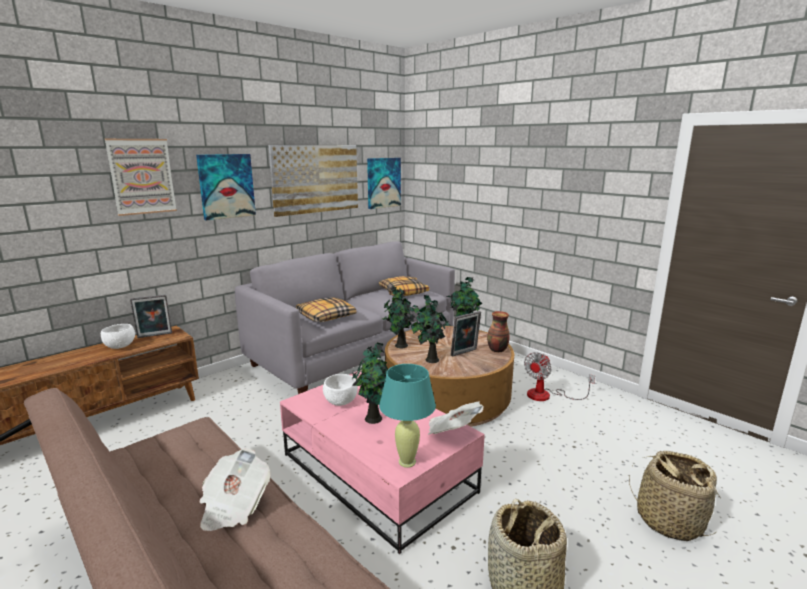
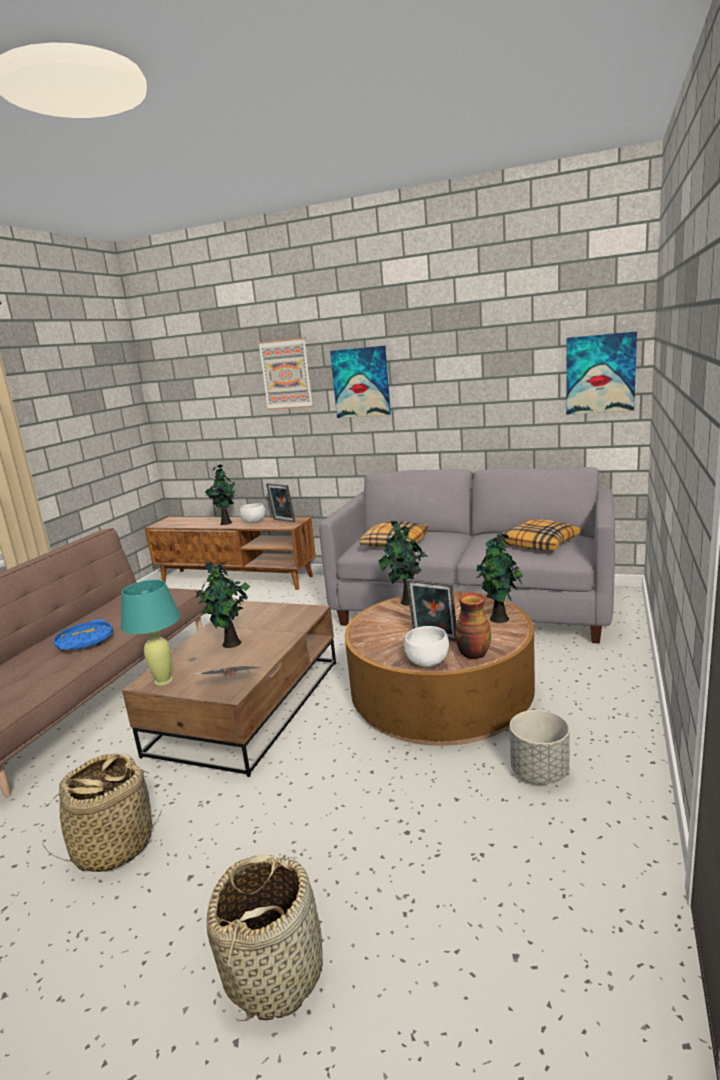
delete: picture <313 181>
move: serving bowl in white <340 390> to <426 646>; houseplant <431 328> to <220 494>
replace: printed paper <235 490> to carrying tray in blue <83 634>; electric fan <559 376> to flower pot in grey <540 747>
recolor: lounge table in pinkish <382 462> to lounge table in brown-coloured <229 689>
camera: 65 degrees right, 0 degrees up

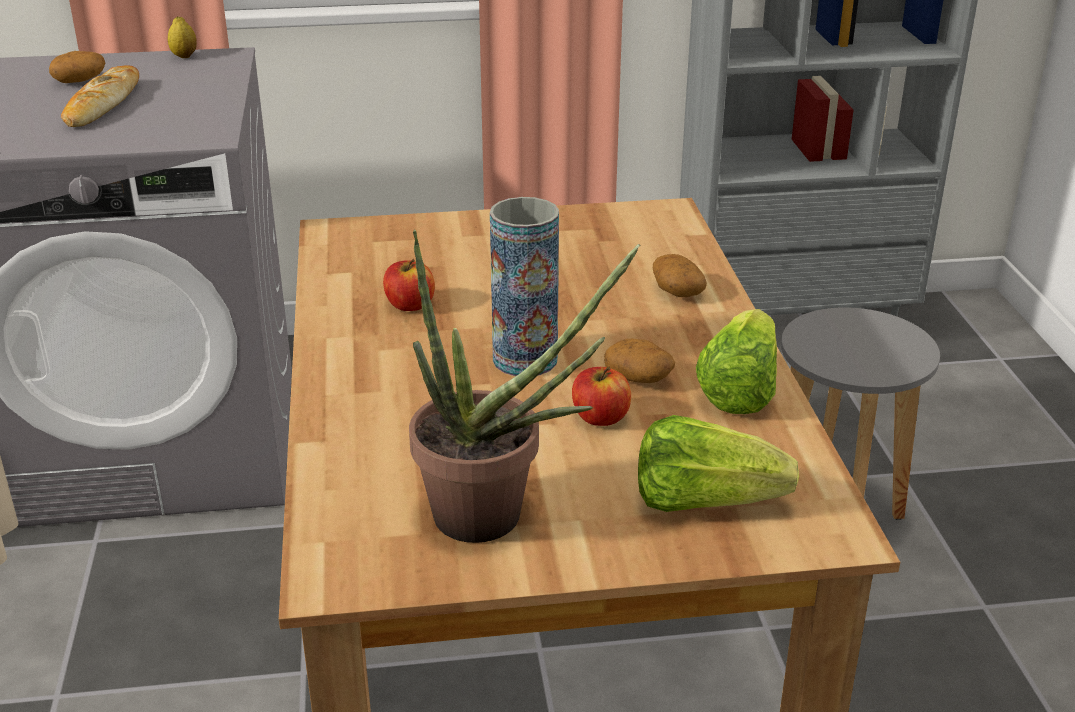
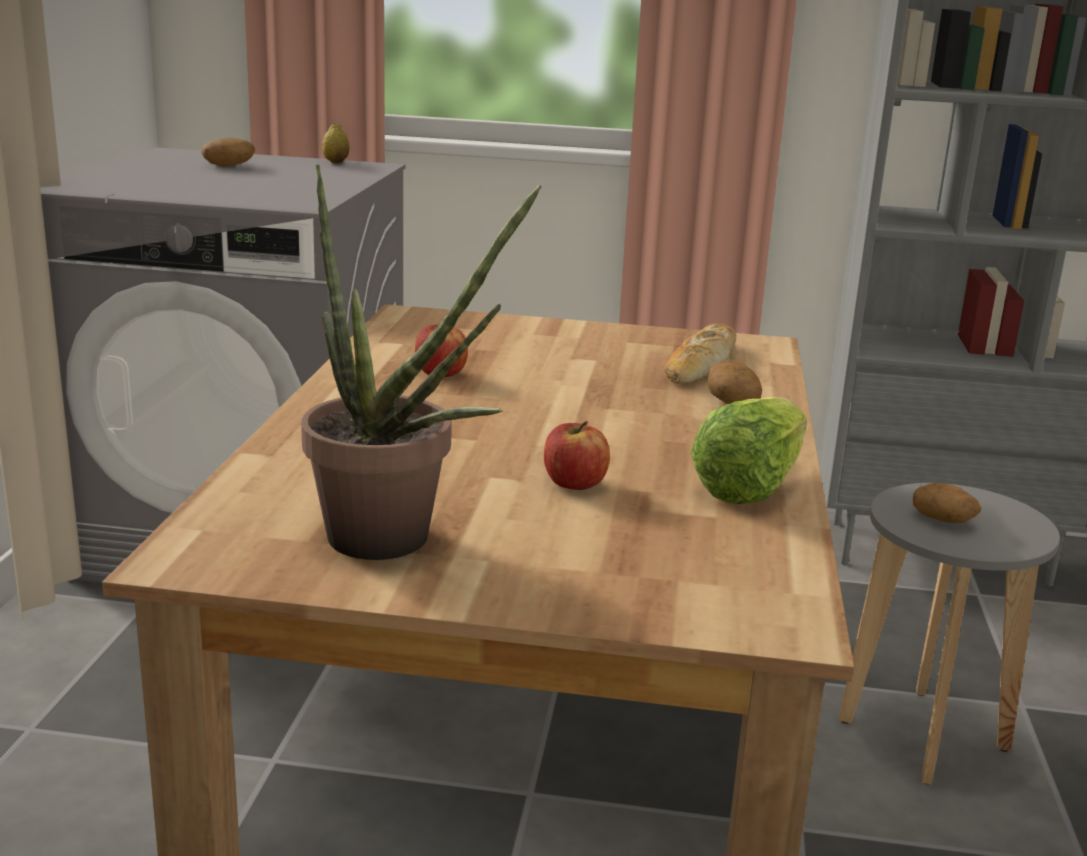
delete: vase <524 286>; lettuce <718 463>
move: bread <100 96> to <700 354>; spud <639 360> to <947 503>
camera: 15 degrees right, 10 degrees down

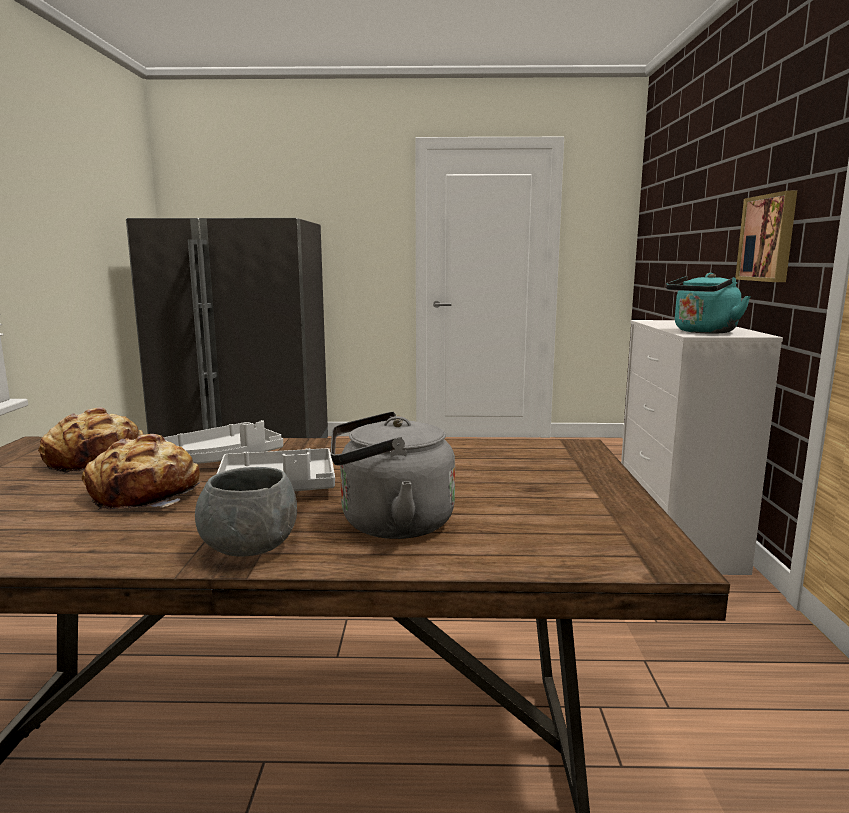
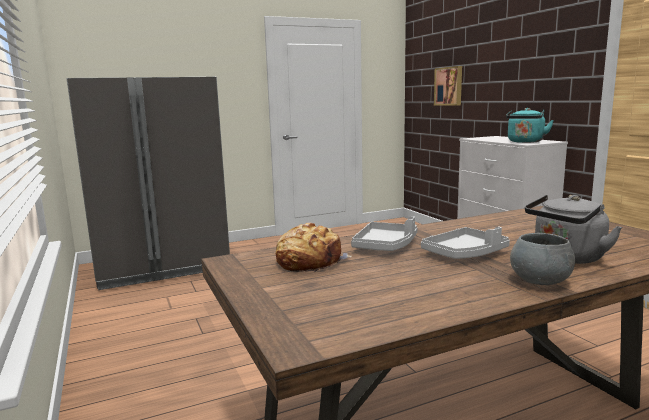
delete: bread <142 472>
move: picture <766 236> to <448 86>
camera: 25 degrees left, 0 degrees up

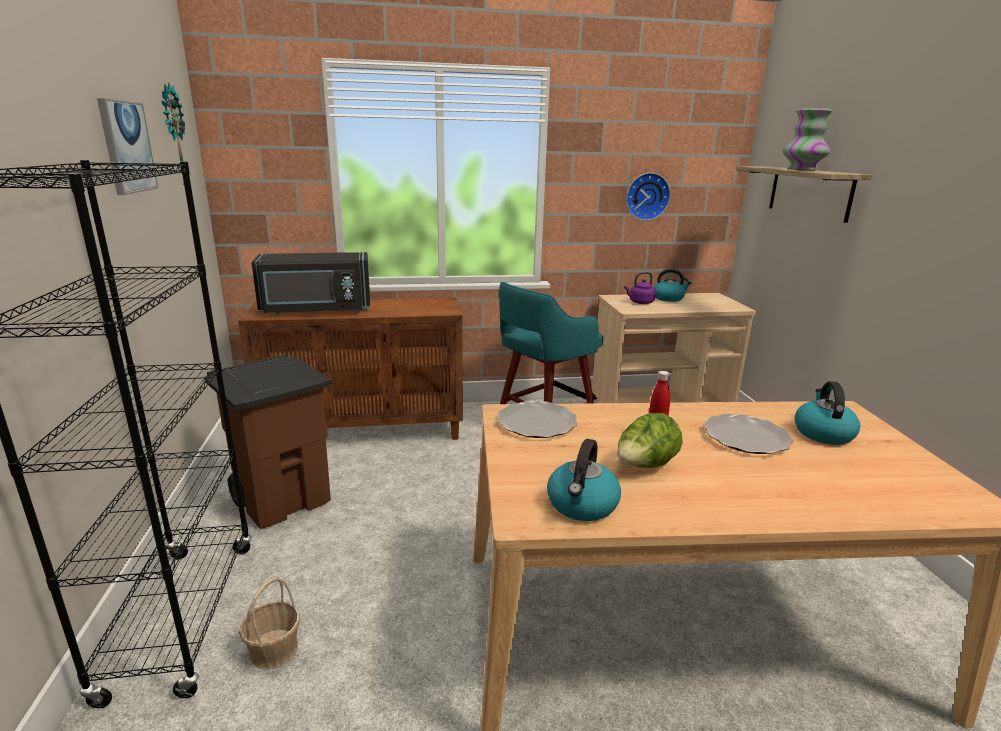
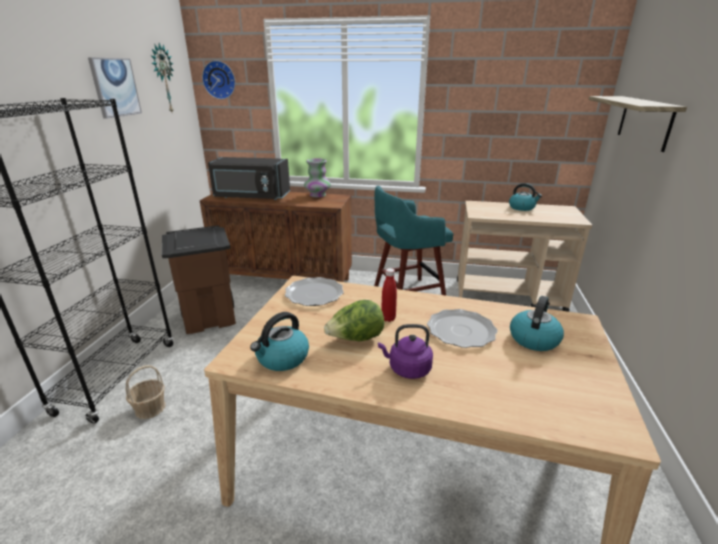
move: water kettle in purple <640 288> to <405 351>; wall clock <648 197> to <218 79>; vase <807 139> to <317 177>
camera: 20 degrees right, 5 degrees up

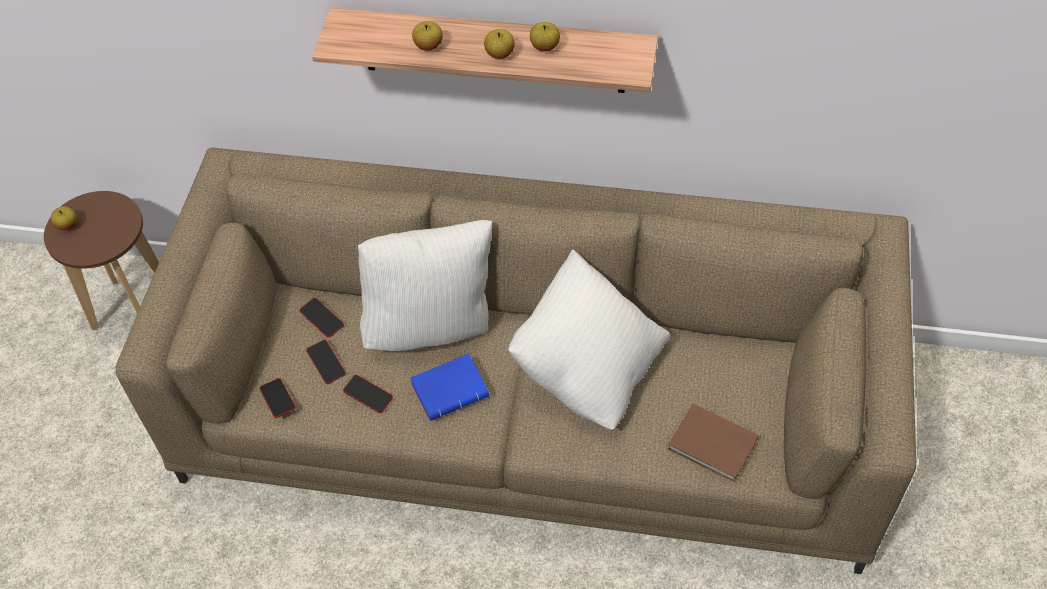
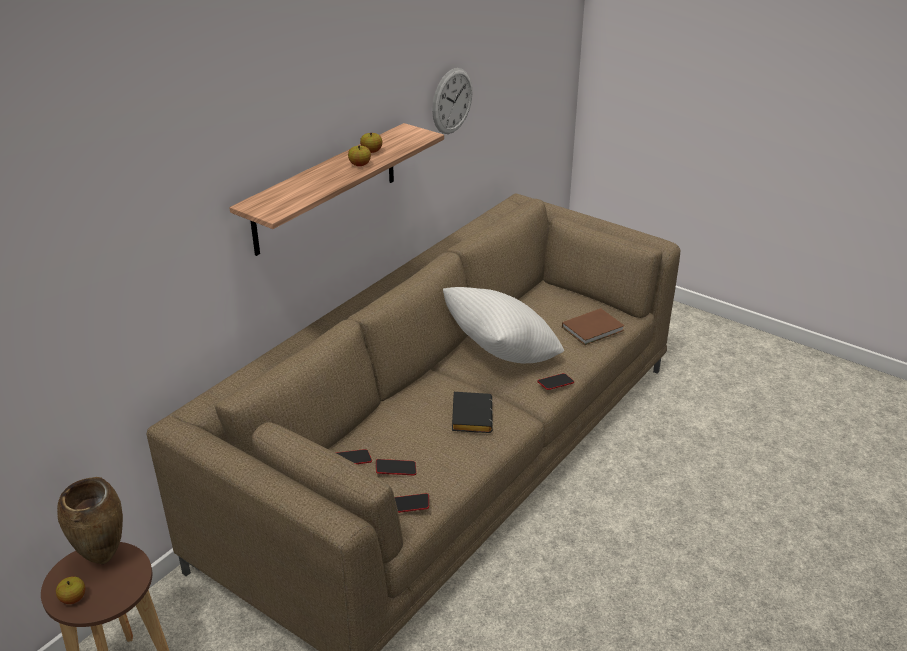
delete: pillow in white <425 285>; apple <427 36>
insert: vase in brown-coloured <90 521>; wall clock <452 101>
move: telephone <368 394> to <555 381>
recolor: volume in blue <449 387> to volume in black <472 412>
camera: 65 degrees left, 20 degrees down

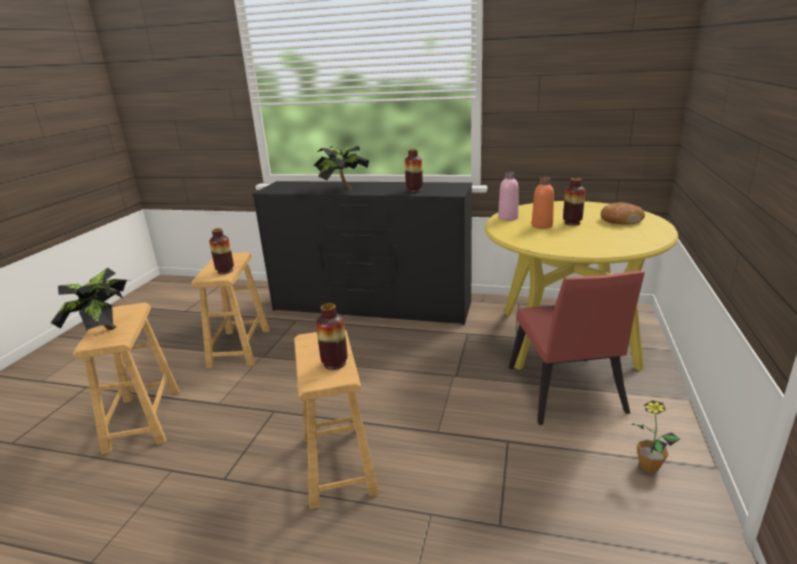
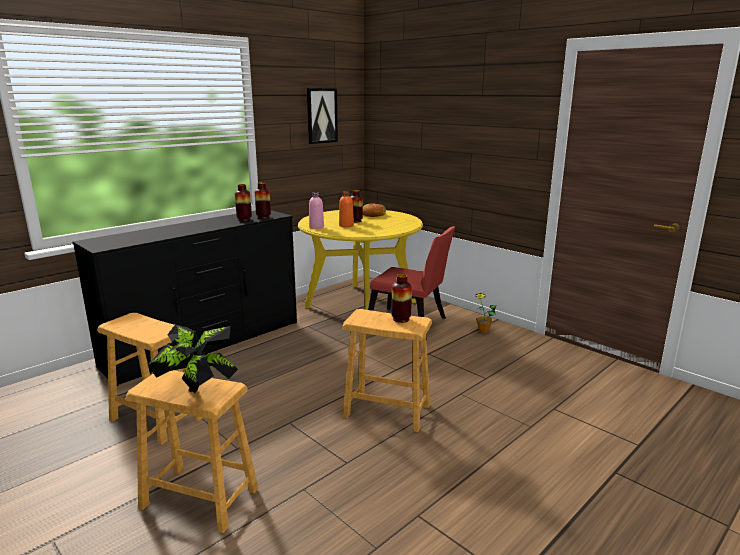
delete: houseplant <341 168>
insert: picture <322 116>
move: vase <221 251> to <263 200>
camera: 60 degrees left, 5 degrees down

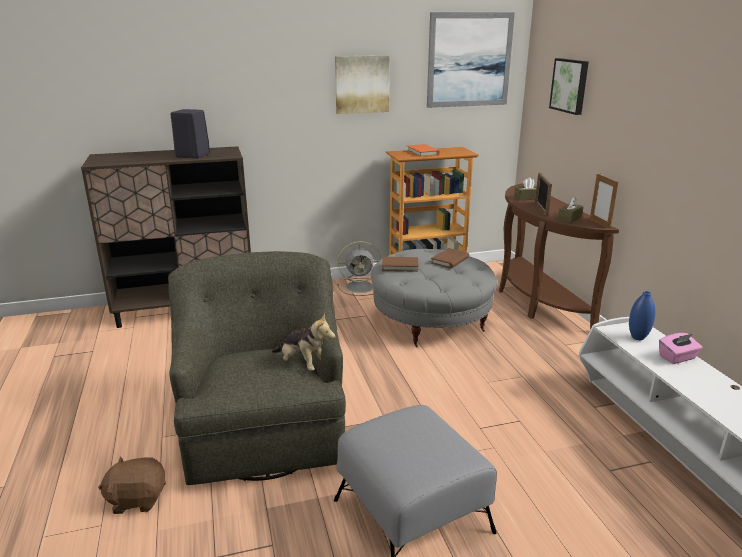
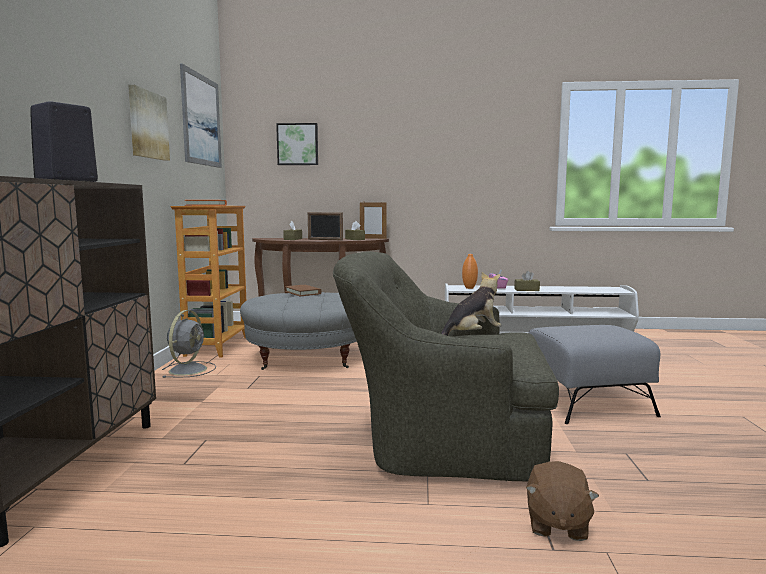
delete: volume in brown-coloured <400 264>
insert: box of tissues in brown-coloured <527 281>
recolor: vase in blue <642 315> to vase in orange <470 271>
camera: 70 degrees left, 15 degrees down

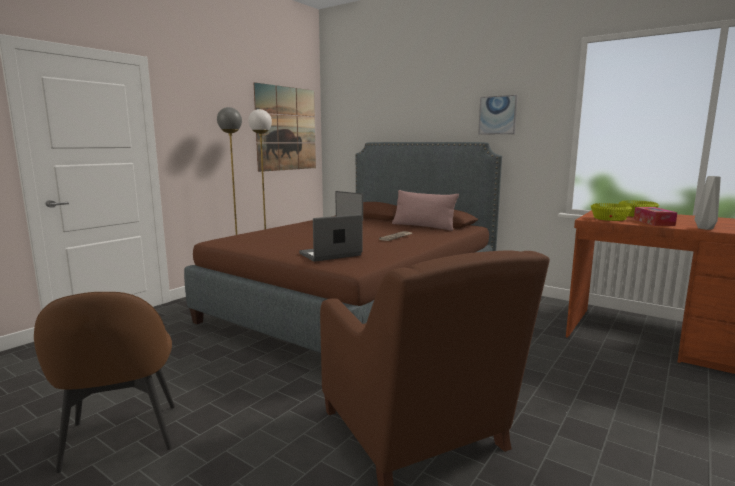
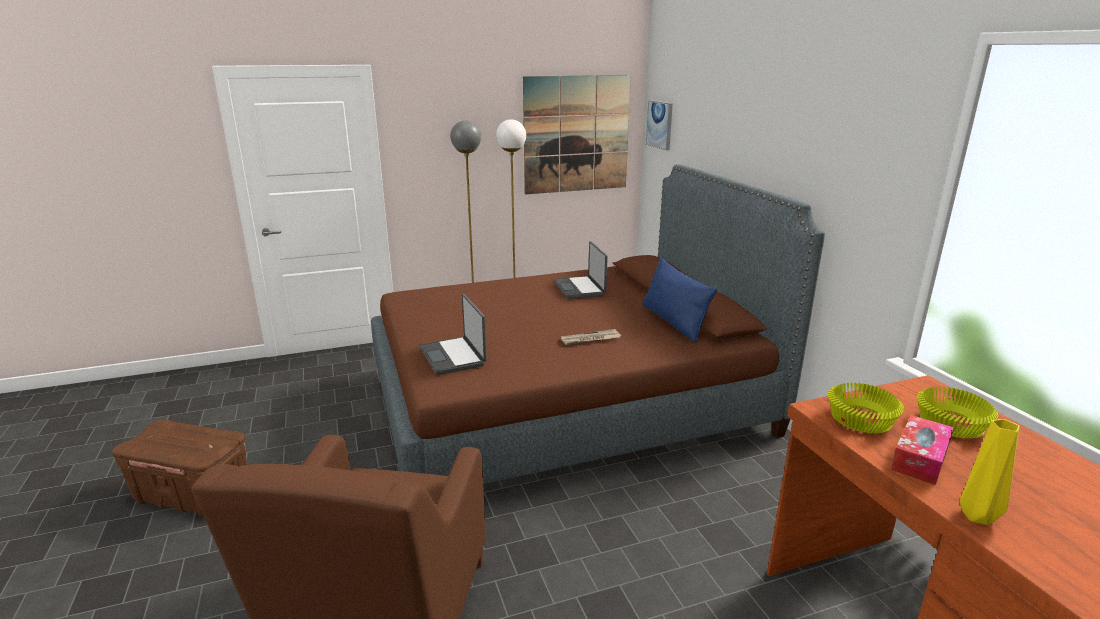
move: picture <498 115> to <659 125>
replace: chair in brown-coloured <104 382> to storage box in brown-coloured <179 468>
recolor: pillow in pinkish <425 210> to pillow in blue <679 300>; vase in grey <708 203> to vase in yellow-coloured <990 472>
rotate: portable computer <331 238> = <453 334> 120 degrees counterclockwise
camera: 35 degrees right, 10 degrees up

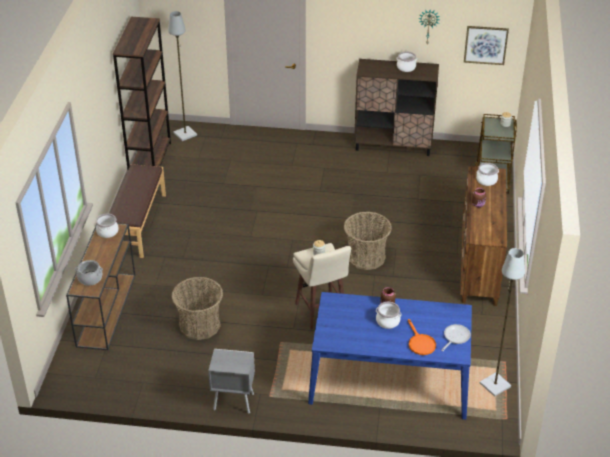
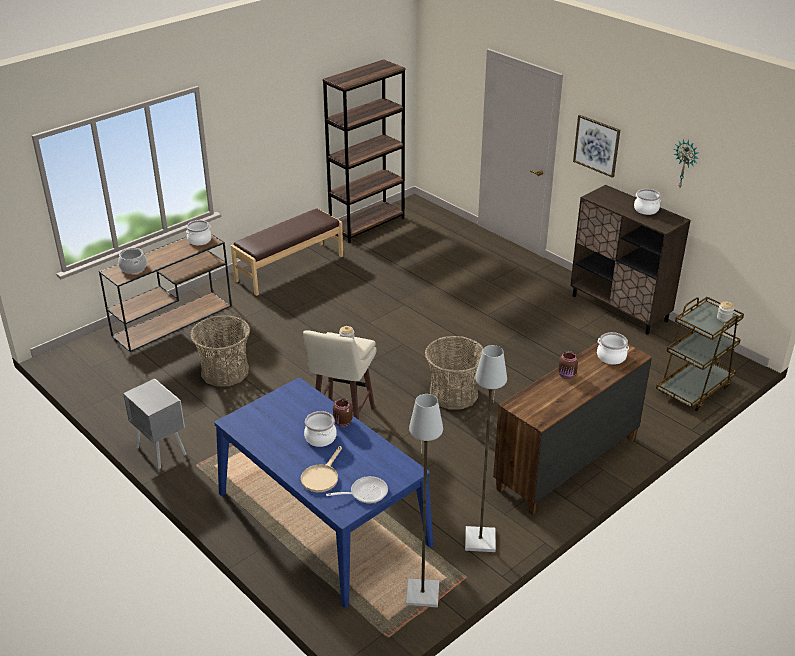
move: standard lamp in grey <182 76> to <486 448>; picture <486 45> to <596 146>
recolor: skillet in orange <422 337> to skillet in beige-coloured <321 469>
camera: 40 degrees right, 5 degrees down

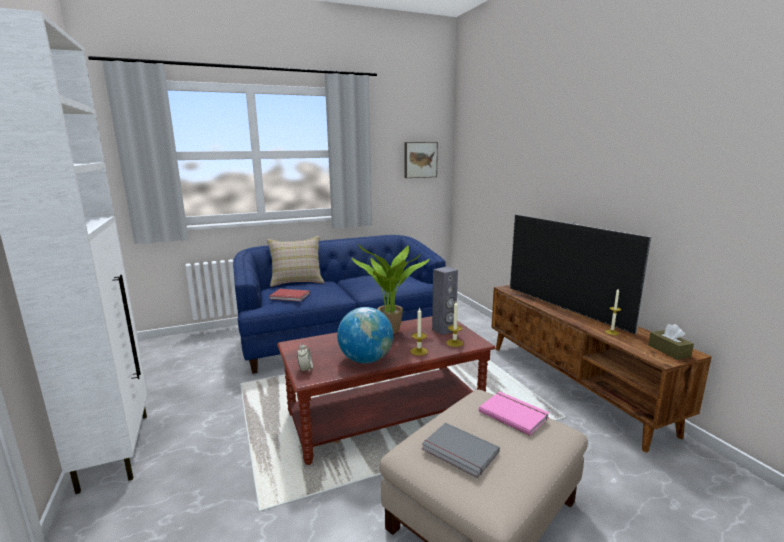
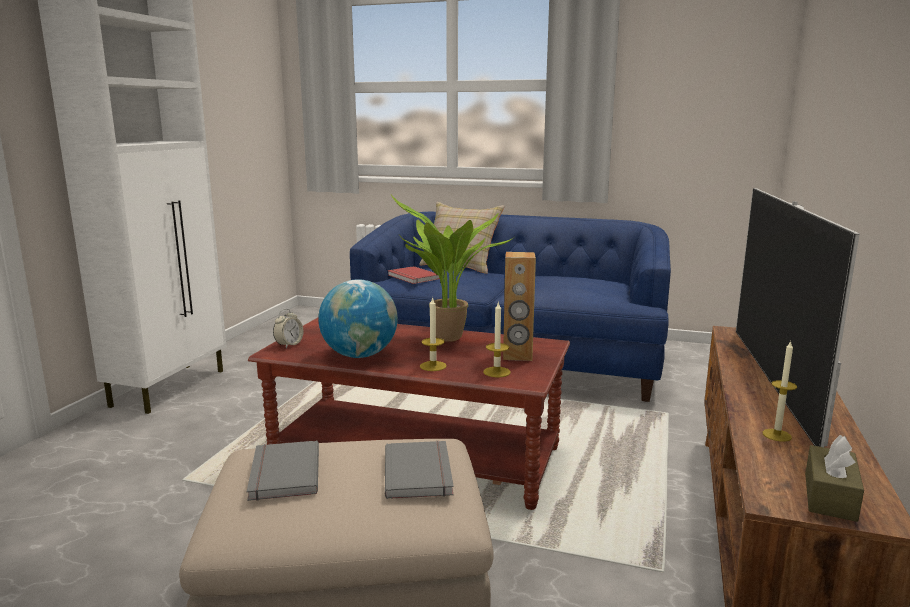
delete: picture <421 160>
recolor: speaker in grey <445 301> to speaker in brown-coloured <519 306>; volume in pinkish <514 413> to volume in grey <419 470>
camera: 40 degrees right, 0 degrees up

